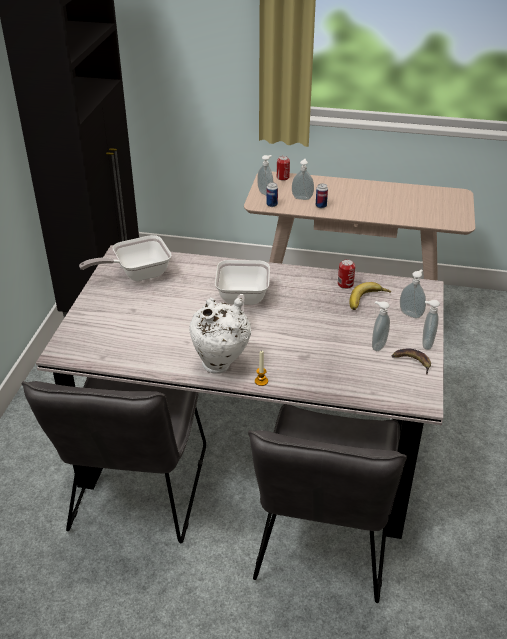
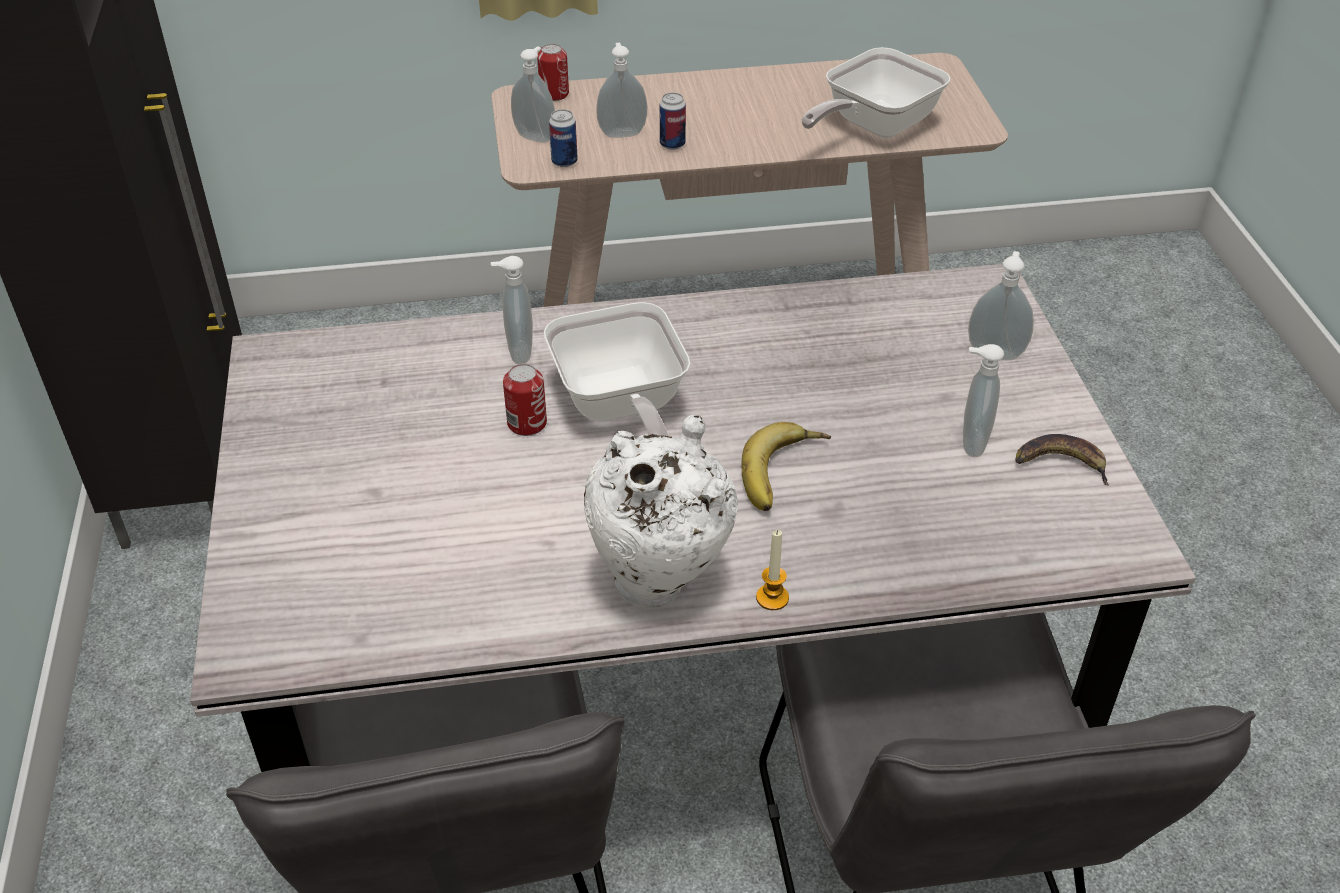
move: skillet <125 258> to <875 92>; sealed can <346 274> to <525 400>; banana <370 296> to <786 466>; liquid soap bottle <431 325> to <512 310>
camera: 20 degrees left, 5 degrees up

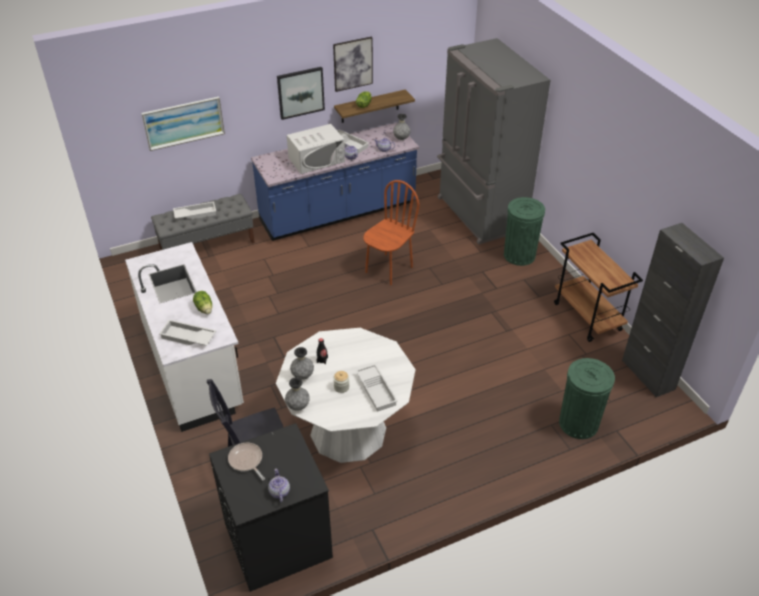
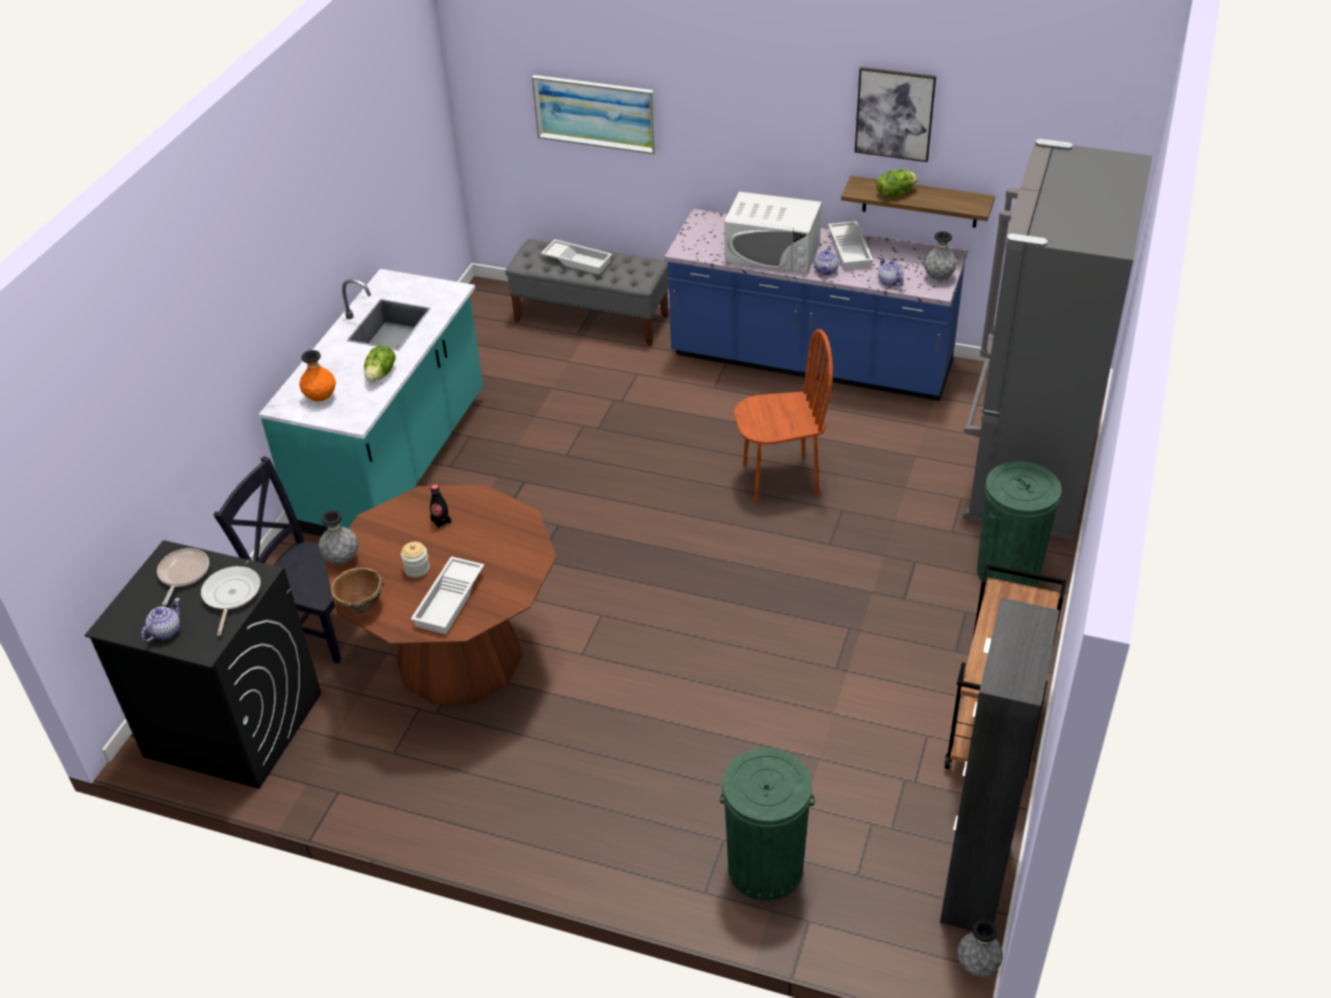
delete: picture <301 93>
insert: skillet <231 601>; serving bowl in brown-coloured <357 590>
move: vase in grey <302 363> to <980 948>
replace: carrying tray in white <188 333> to vase in orange <317 375>
recolor: counter in white <184 337> to counter in turquoise-coloured <371 403>; dinner table in white <346 395> to dinner table in brown-coloured <441 594>
camera: 45 degrees right, 0 degrees up

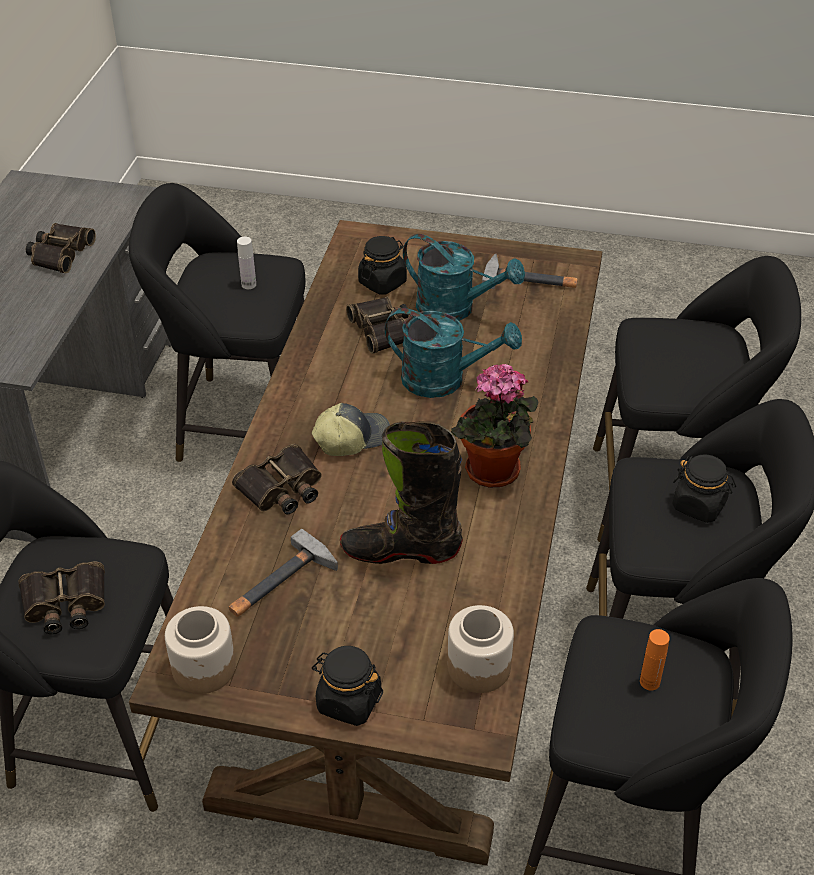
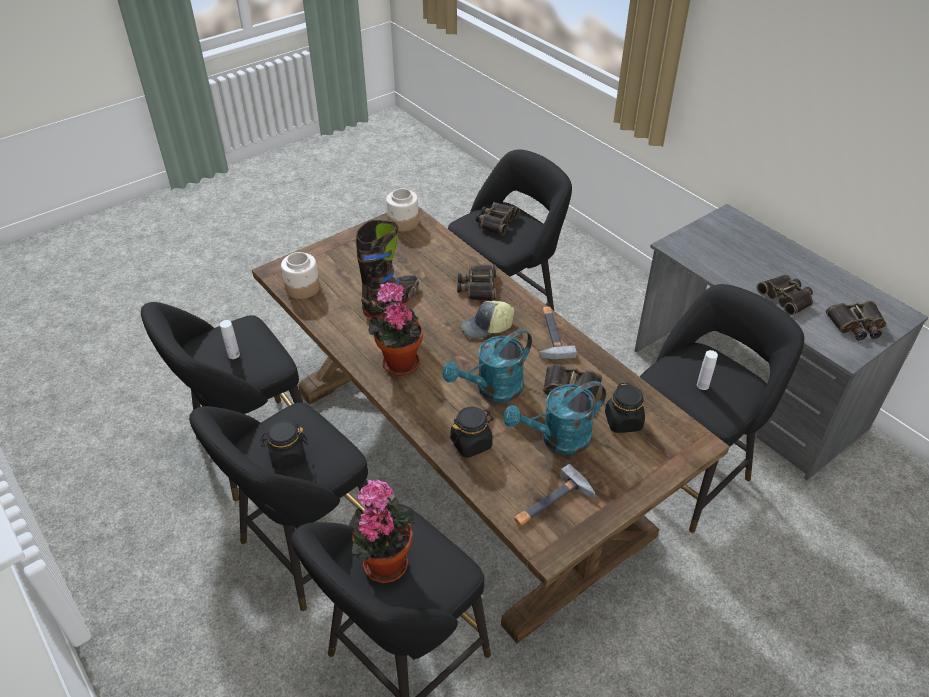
insert: houseplant <381 531>; binoculars <856 320>
move: hammer <283 573> to <558 333>; jar in black <347 686> to <472 432>
recolor: beverage bottle in orange <655 659> to beverage bottle in white <230 339>
rotate: peaked cap <351 429> = <487 320> 60 degrees clockwise
camera: 130 degrees right, 0 degrees up

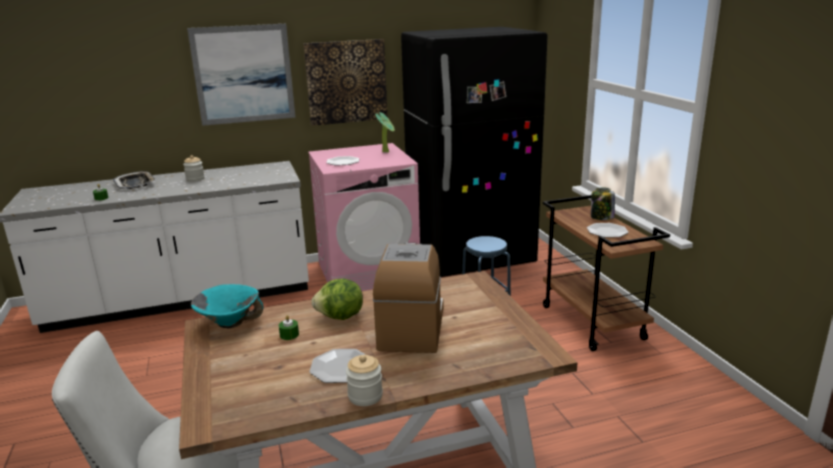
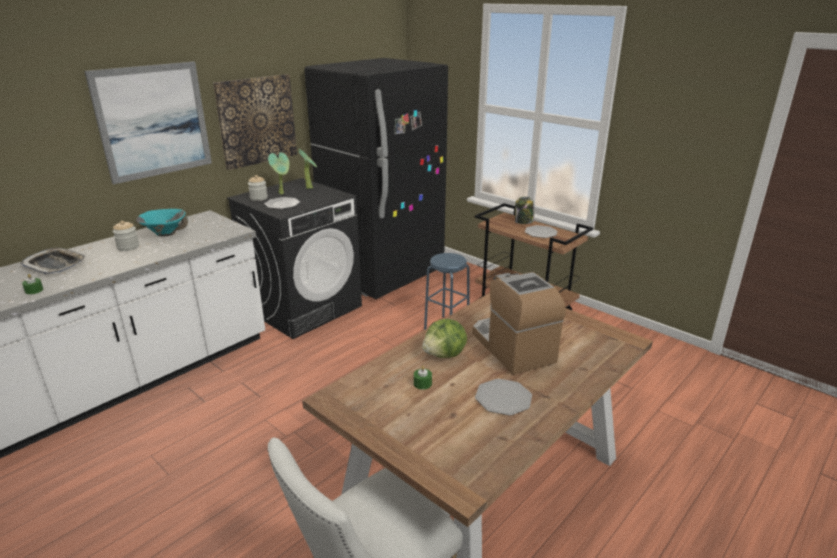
insert: houseplant <278 173>
move: serving bowl in turquoise-coloured <227 306> to <162 222>; jar <364 380> to <258 188>
recolor: laundry machine in pinkish <364 217> to laundry machine in black <294 258>
camera: 30 degrees left, 5 degrees up

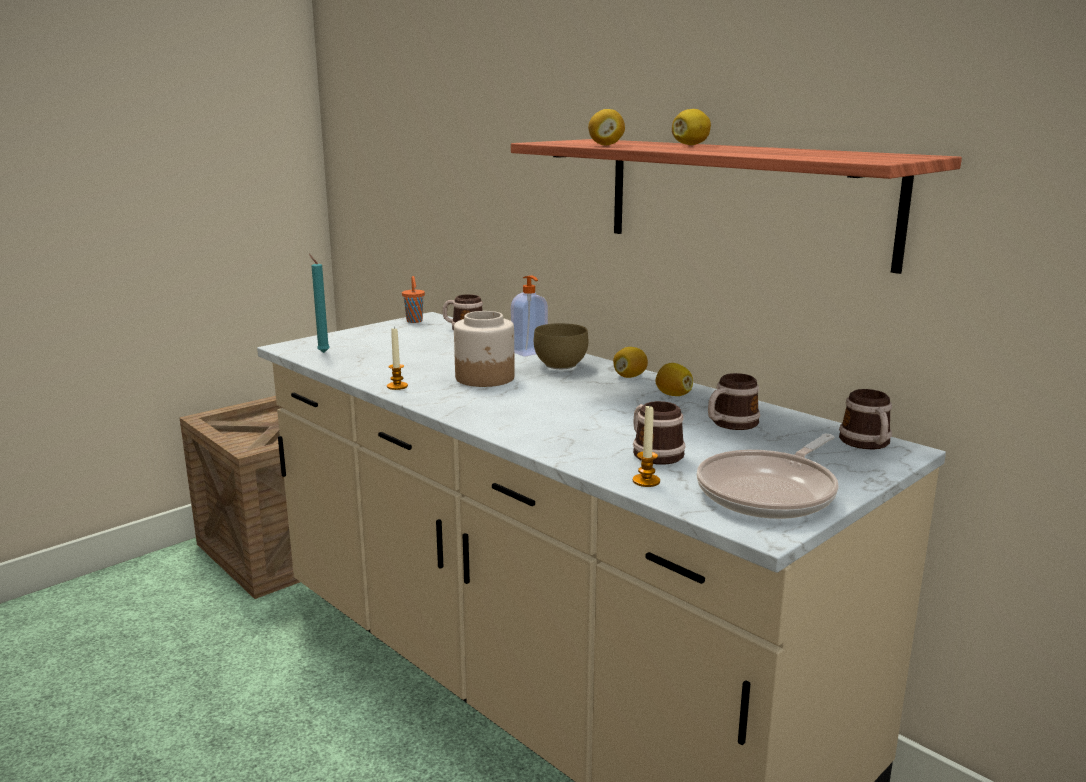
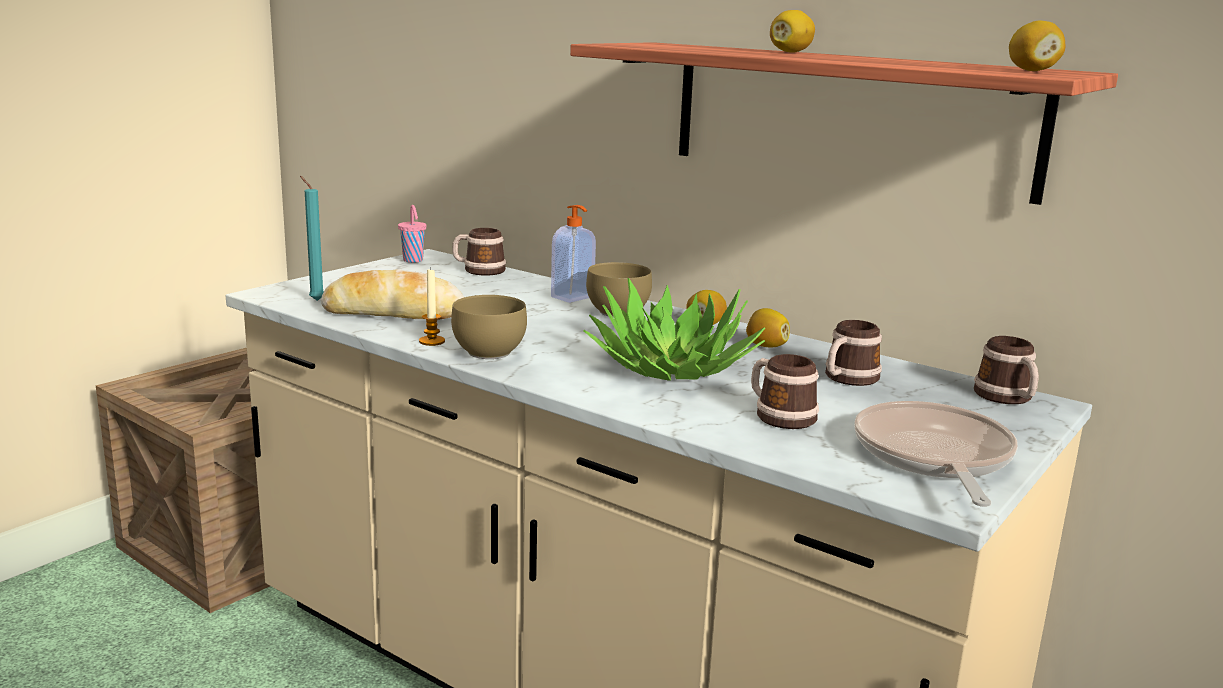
delete: jar <484 349>; candle <646 445>
insert: bread <392 294>; serving bowl in brown-coloured <489 327>; houseplant <674 329>
move: lemon <606 127> to <1037 46>
recolor: small cup in orange <413 299> to small cup in pinkish <412 234>
rotate: skillet <768 476> = <936 454> 150 degrees clockwise
camera: 10 degrees left, 0 degrees up

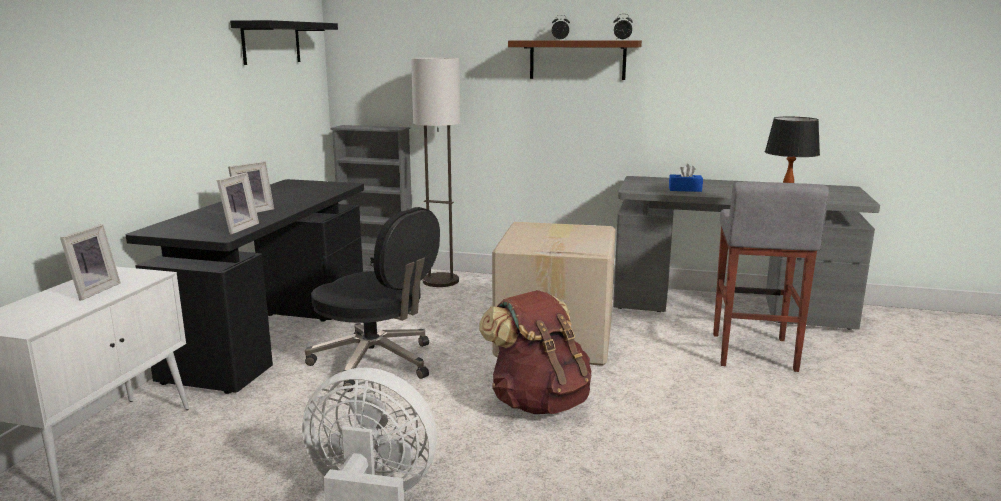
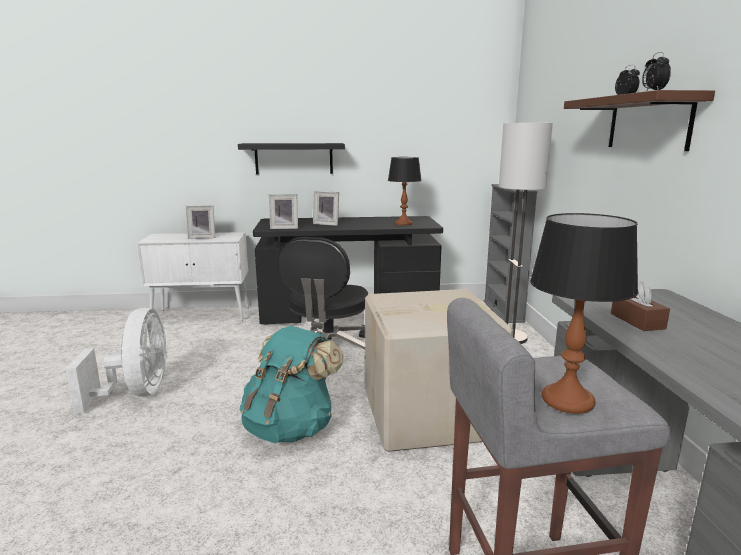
insert: lamp for a table <405 191>
move: shelf in black <284 42> to <291 158>
recolor: rucksack in brown-coloured <535 352> to rucksack in turquoise-coloured <291 384>; box of tissues in blue <686 177> to box of tissues in brown-coloured <640 306>
camera: 70 degrees right, 0 degrees up

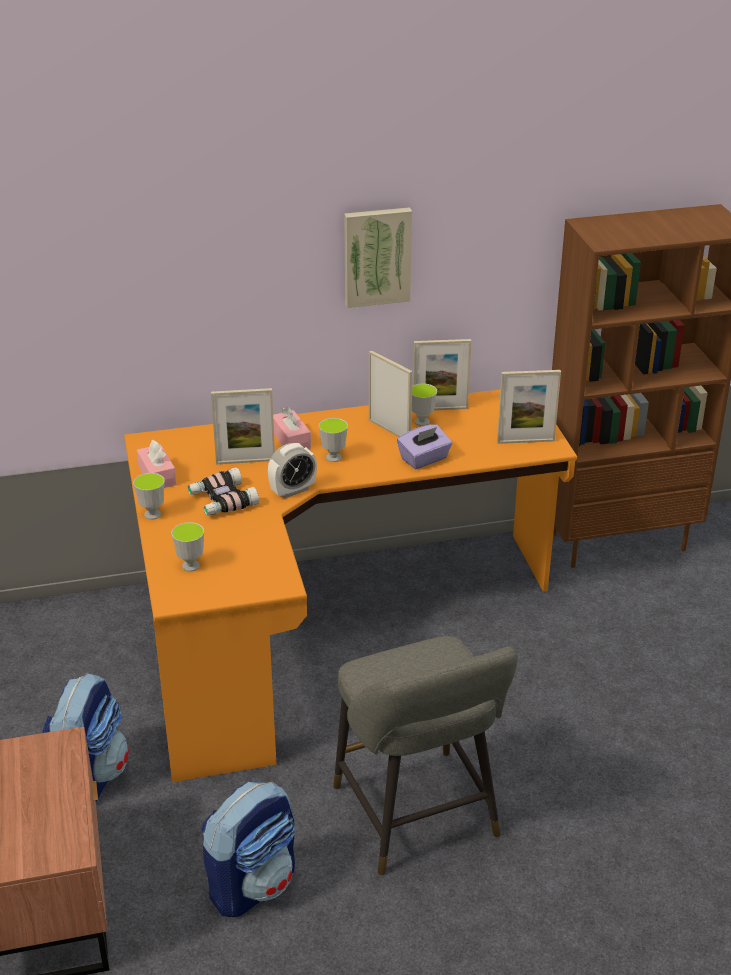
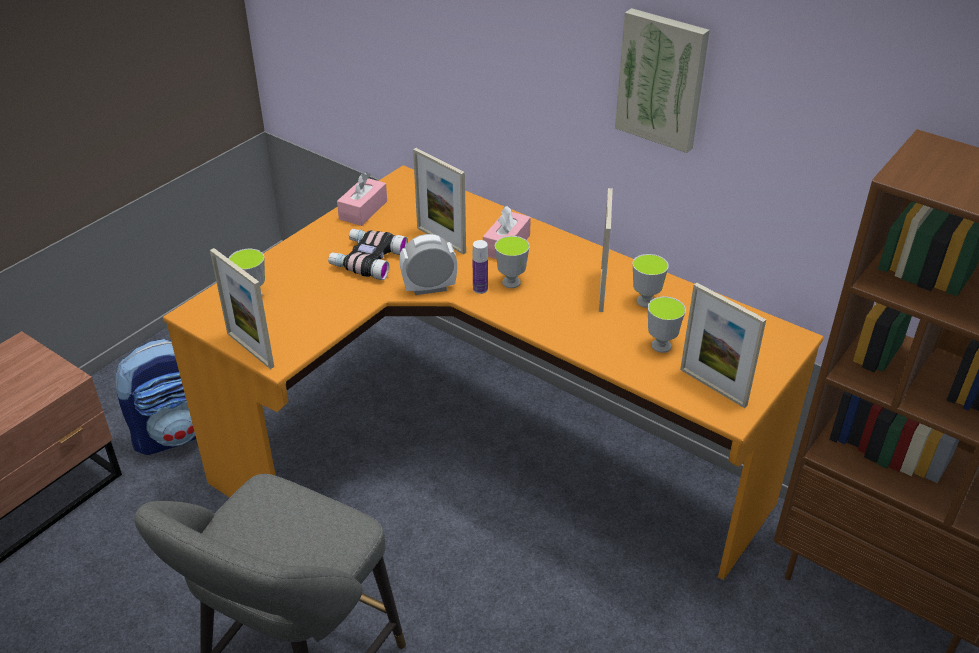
delete: rucksack <248 849>; box of tissues in purple <424 446>
insert: beverage bottle <480 267>
move: small cup <149 496> to <667 324>; picture frame <442 374> to <242 308>
rotate: alarm clock <292 470> = <428 264> 150 degrees clockwise
camera: 50 degrees right, 5 degrees up

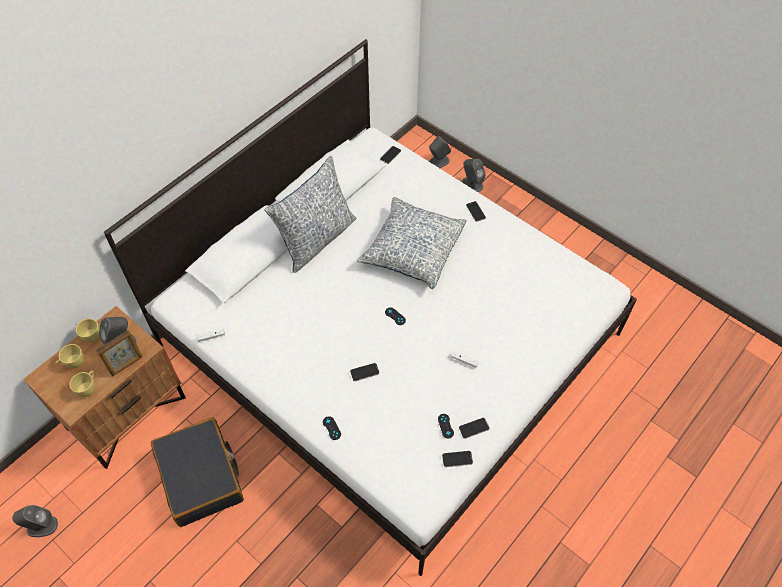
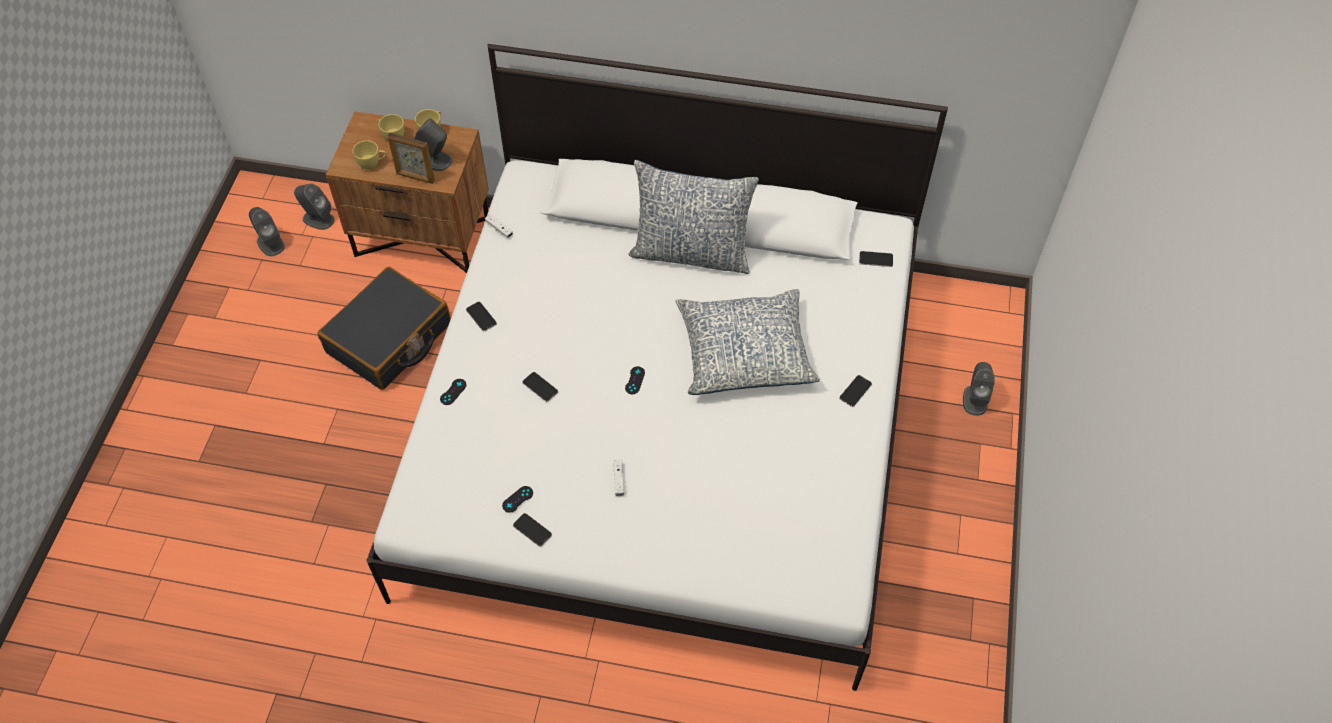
move: speaker in grey <440 152> to <314 207>; telephone <457 459> to <481 316>
camera: 60 degrees right, 0 degrees up

